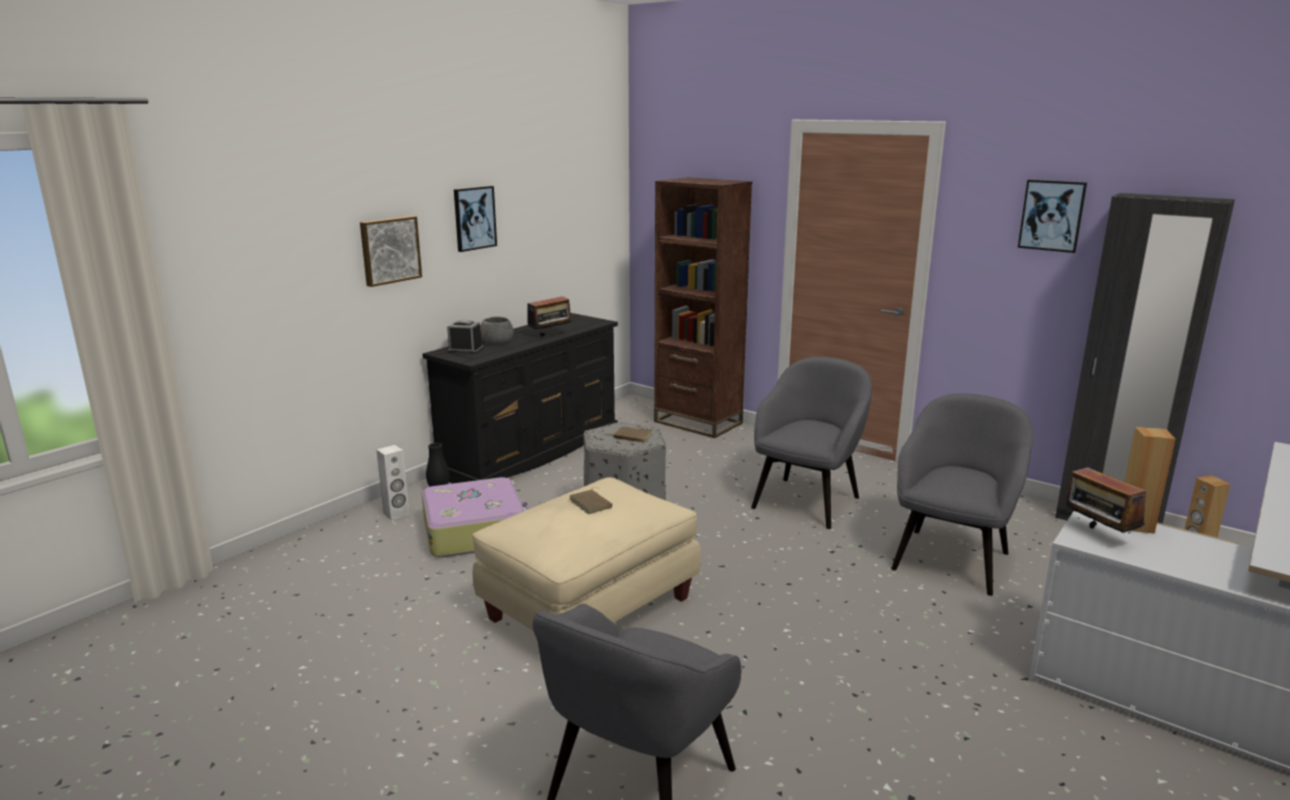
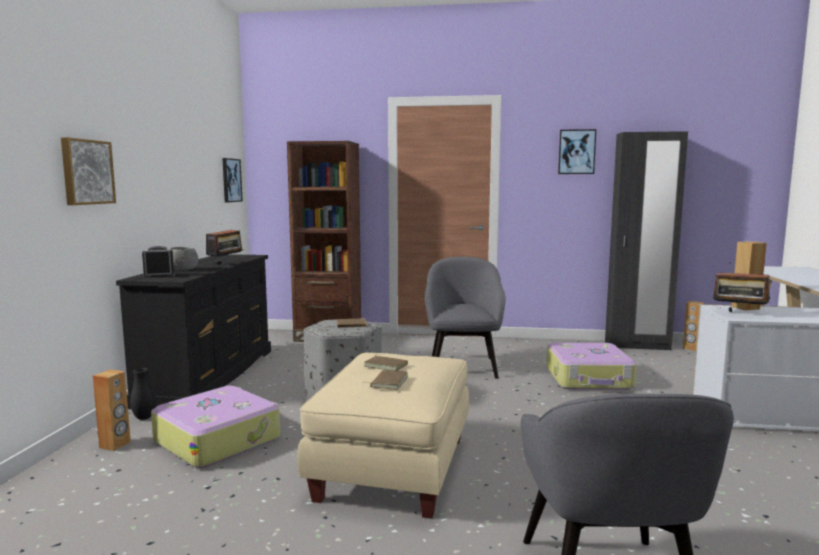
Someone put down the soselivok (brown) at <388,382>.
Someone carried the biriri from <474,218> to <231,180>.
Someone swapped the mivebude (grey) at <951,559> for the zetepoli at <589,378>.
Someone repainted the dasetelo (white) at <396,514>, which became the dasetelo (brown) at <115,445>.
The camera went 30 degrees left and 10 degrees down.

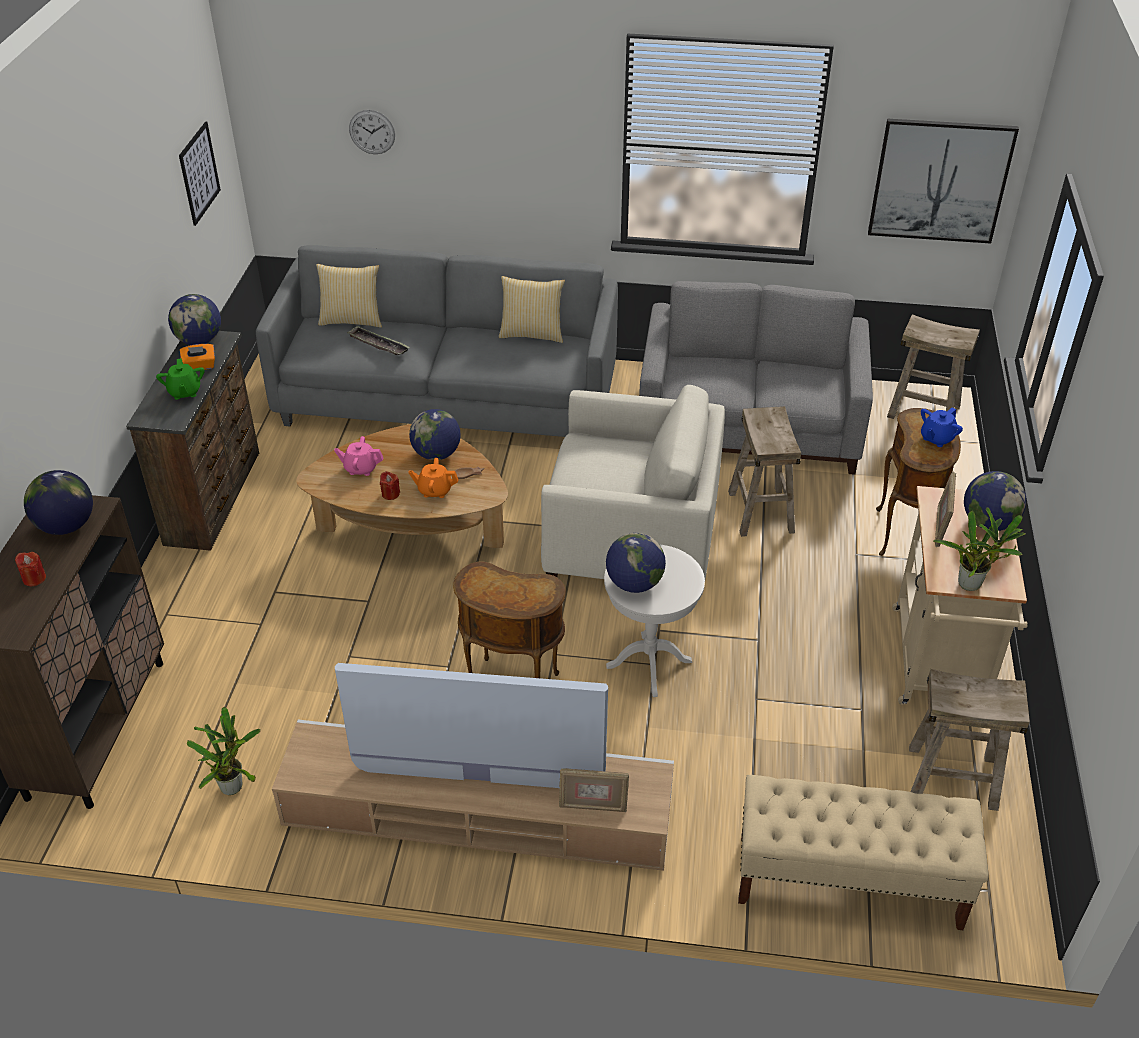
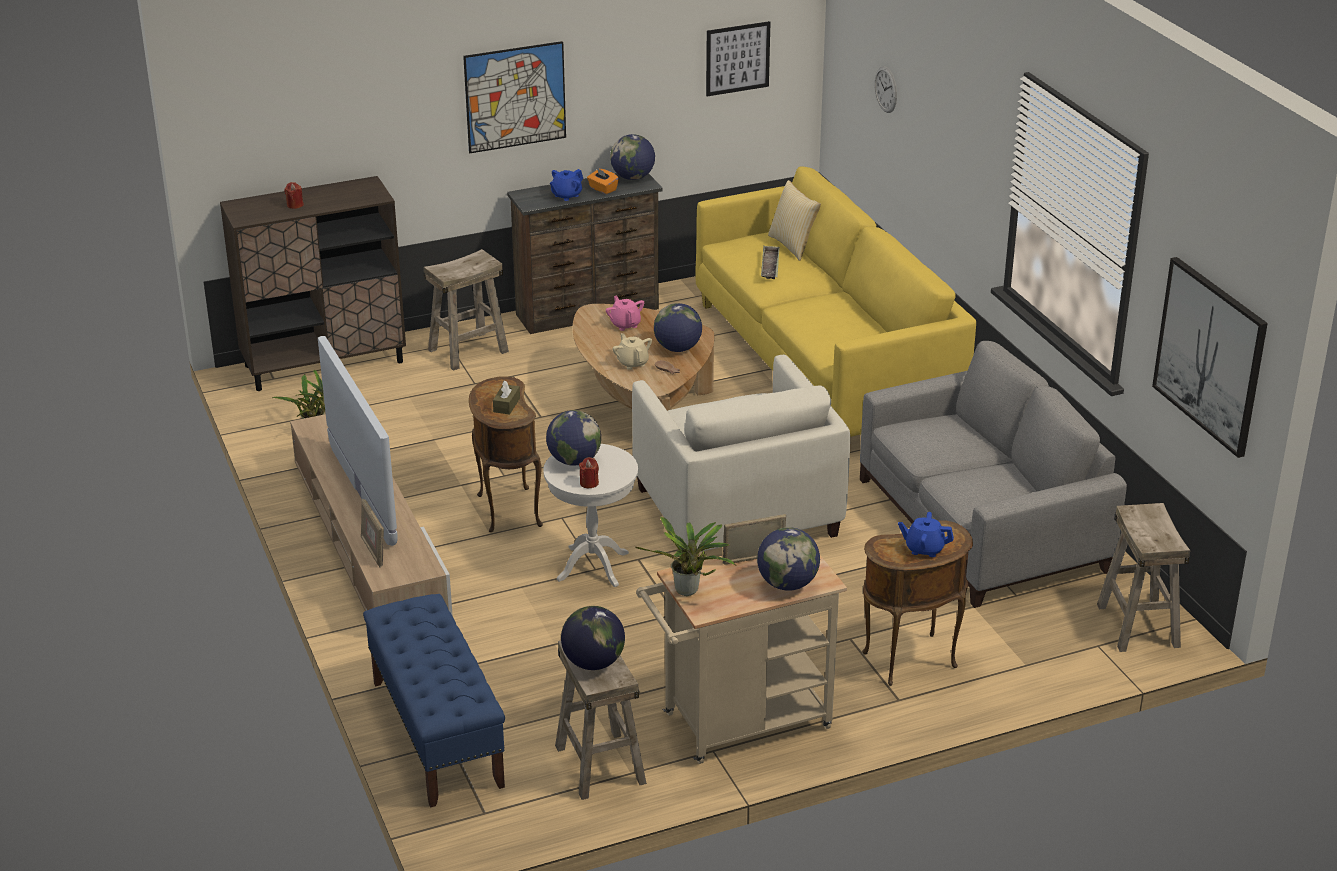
Someone took away the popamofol at <532,334>.
Someone put up the biriri at <515,97>.
Someone put down the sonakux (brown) at <506,405>.
Someone carried the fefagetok from <66,526> to <593,662>.
Someone carried the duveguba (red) from <390,494> to <589,483>.
Someone carried the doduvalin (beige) from <760,511> to <468,350>.
Someone repainted the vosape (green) at <184,392>, which became the vosape (blue) at <566,195>.
Someone repainted the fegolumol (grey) at <448,400>, which became the fegolumol (yellow) at <824,362>.
Someone repainted the vosape (orange) at <434,490>, which became the vosape (beige) at <632,363>.
Someone repainted the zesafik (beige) at <848,881>, which became the zesafik (blue) at <436,733>.
The camera went 60 degrees right and 10 degrees down.

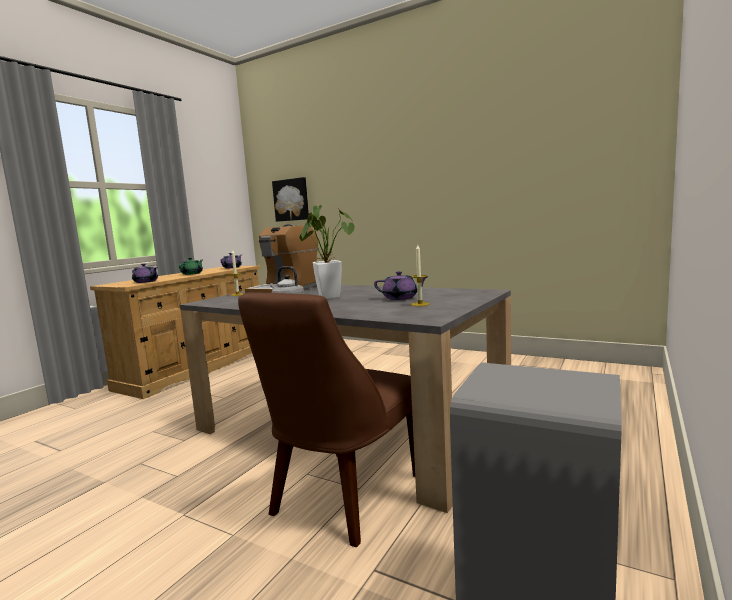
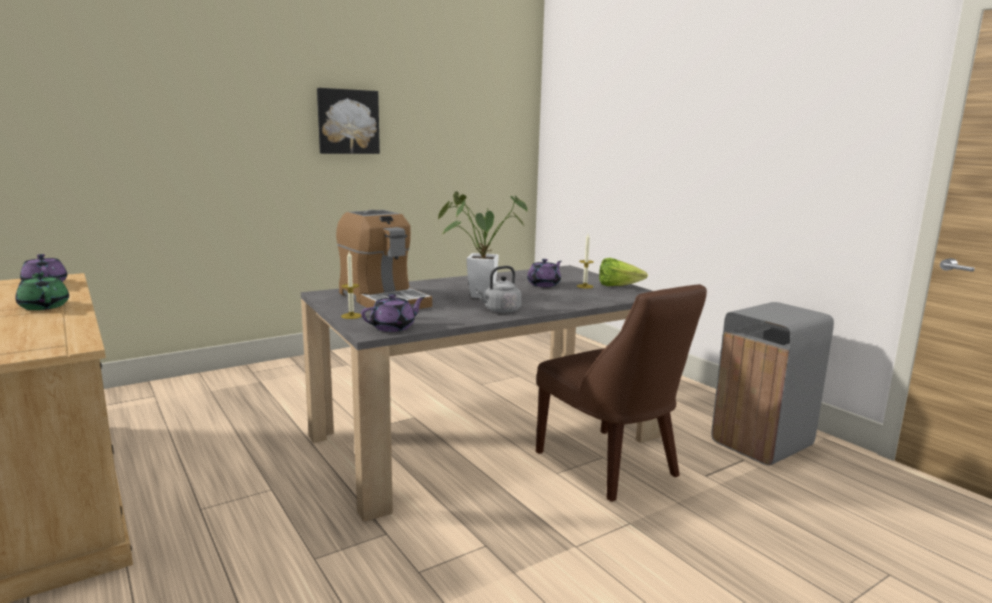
Someone put down the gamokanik at <618,286>.
Someone carried the vosape (purple) from <146,282> to <393,327>.
Someone carried the biriri from <291,200> to <348,121>.
The camera went 65 degrees left and 5 degrees up.

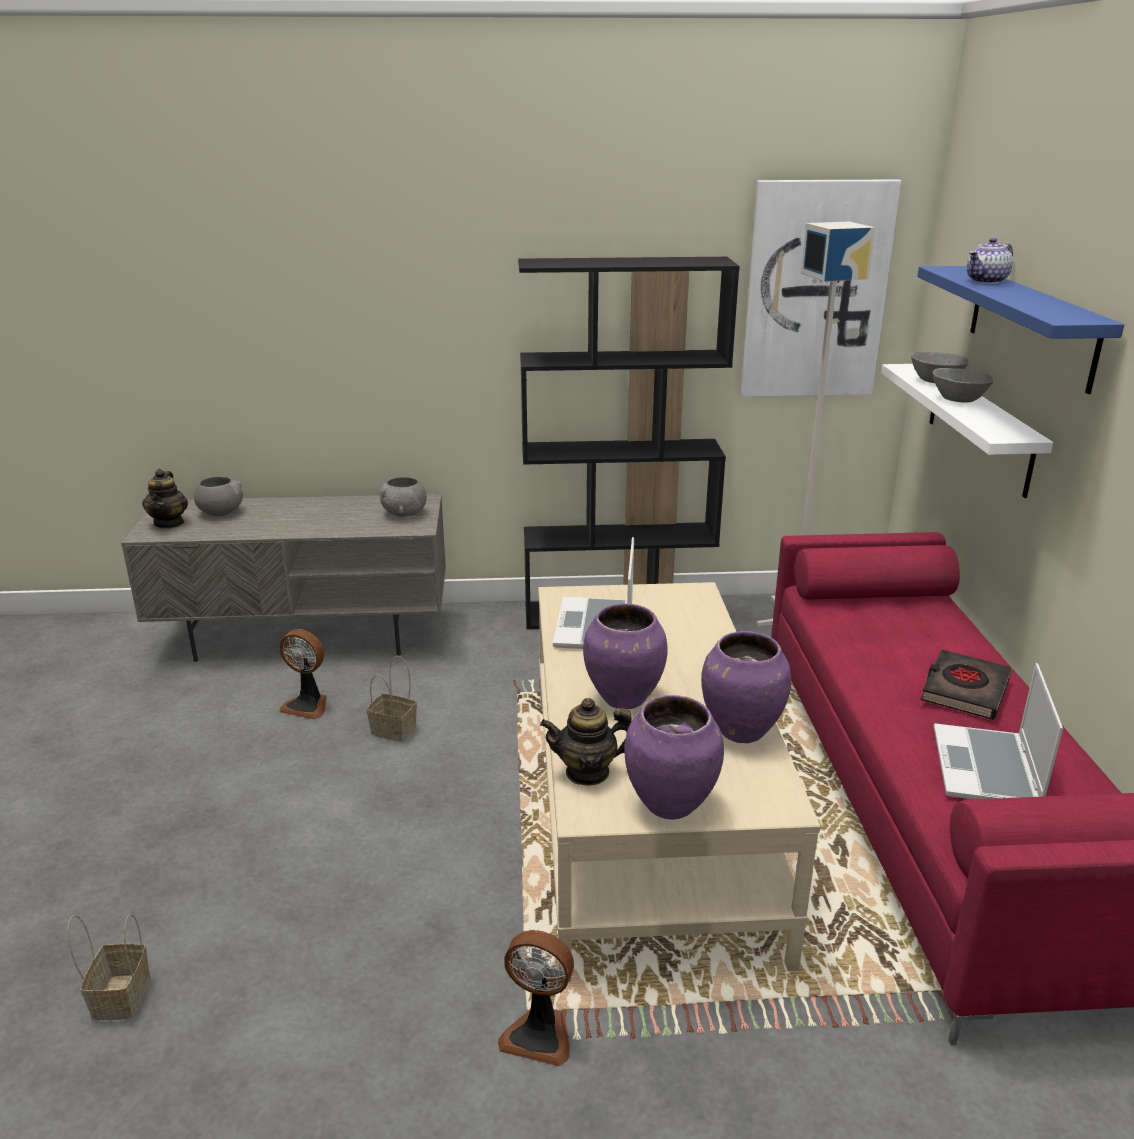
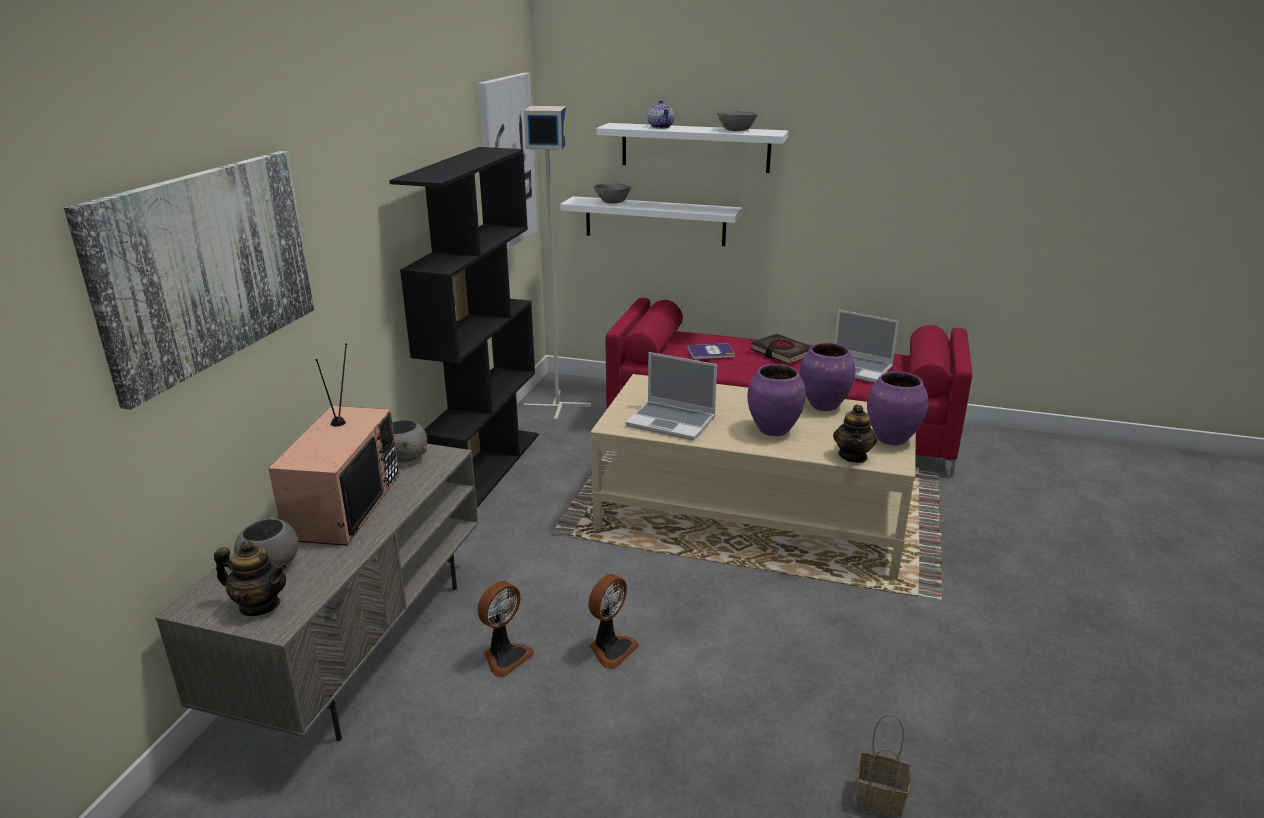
Someone took away the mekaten at <395,730>.
Someone put up the biriri at <207,267>.
Someone put down the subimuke at <342,504>.
Someone put down the soselivok at <711,352>.
Someone carried the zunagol from <539,1034> to <610,649>.
Someone carried the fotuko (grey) from <959,399> to <736,130>.
Someone repainted the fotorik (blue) at <1031,325>, which became the fotorik (white) at <695,147>.
The camera went 70 degrees left and 0 degrees up.

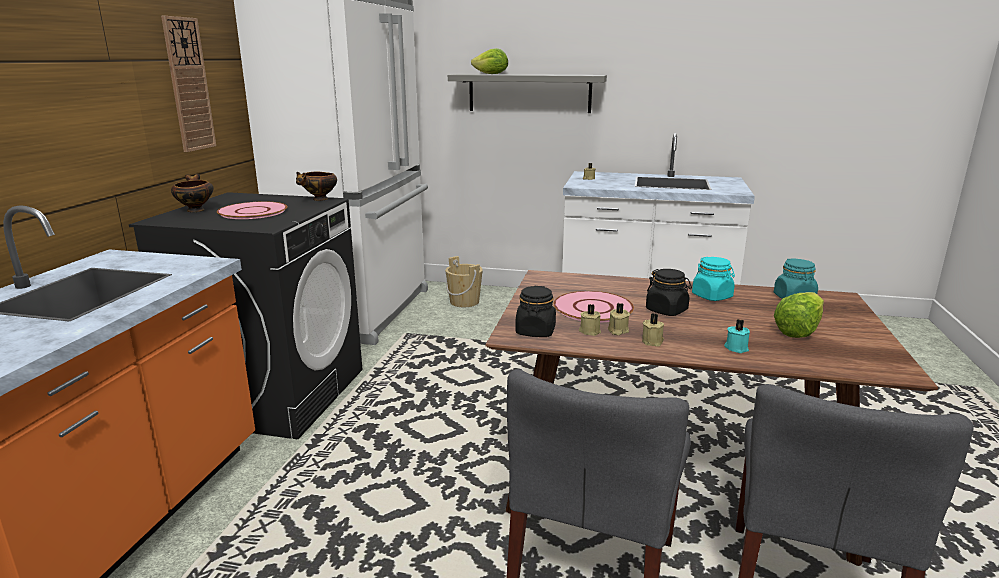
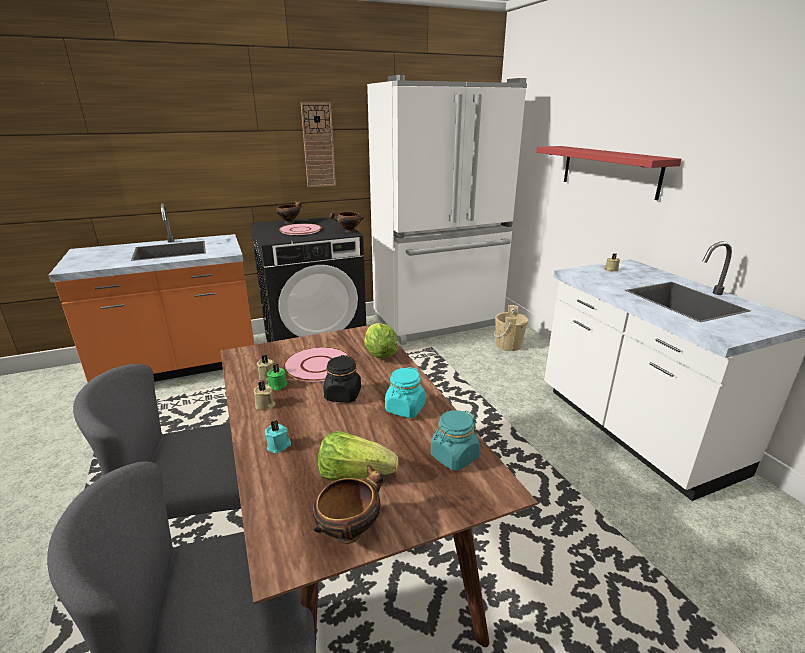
Someone took away the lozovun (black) at <535,331>.
Someone put down the fotuko at <350,530>.
Someone carried the gamokanik from <491,74> to <379,354>.
Someone repainted the fotorik (grey) at <529,93>, which became the fotorik (red) at <609,170>.
Someone repainted the duveguba (beige) at <617,331>, which became the duveguba (green) at <277,385>.
The camera went 55 degrees right and 5 degrees up.

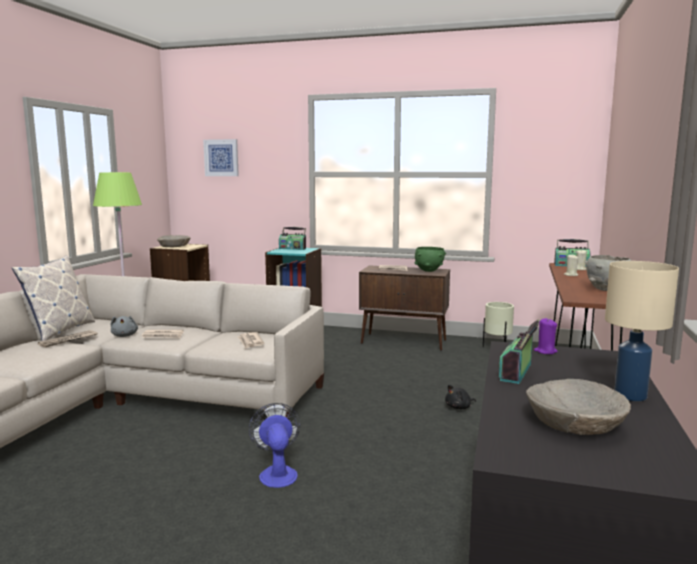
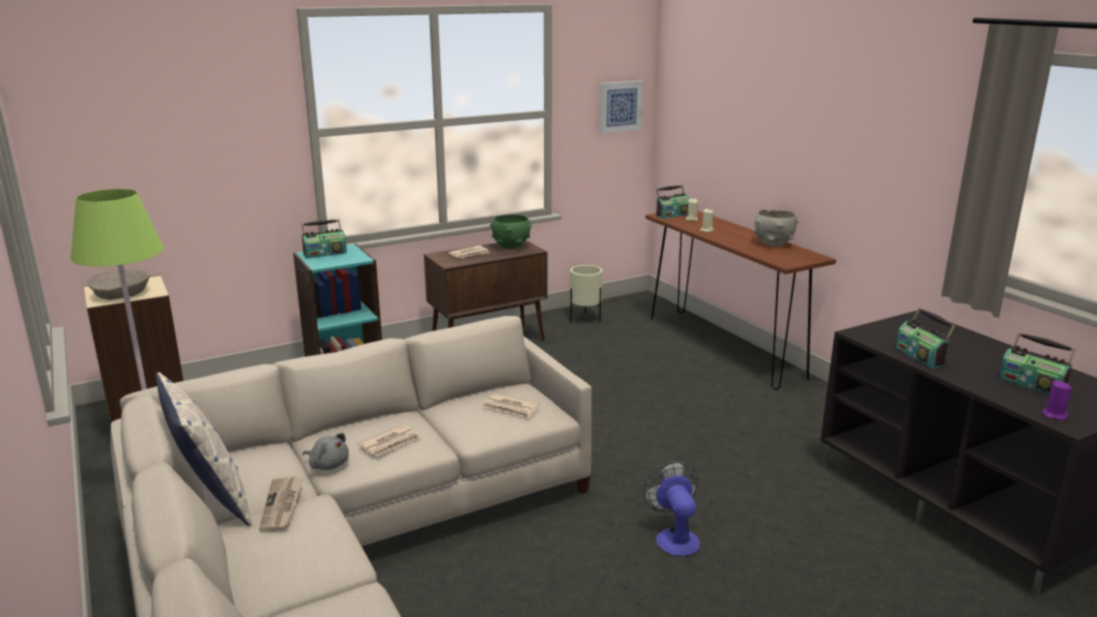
Someone took away the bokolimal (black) at <459,407>.
Someone took away the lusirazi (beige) at <631,396>.
Someone carried the biriri from <221,158> to <620,106>.
Someone carried the duveguba (purple) from <545,351> to <1054,415>.
Someone swapped the fotuko (beige) at <575,423> for the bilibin at <1032,384>.
Someone rotated the zunagol at <277,473> by 45 degrees clockwise.
The camera went 45 degrees left and 10 degrees up.

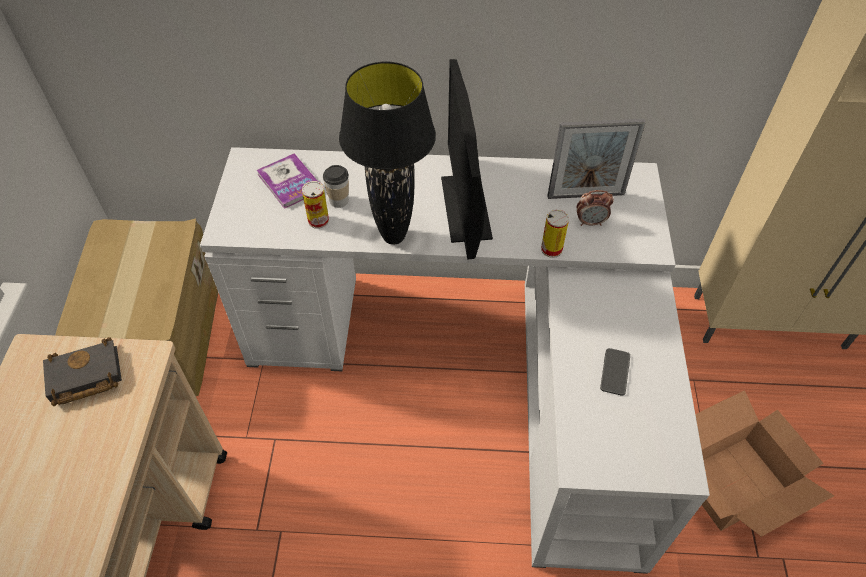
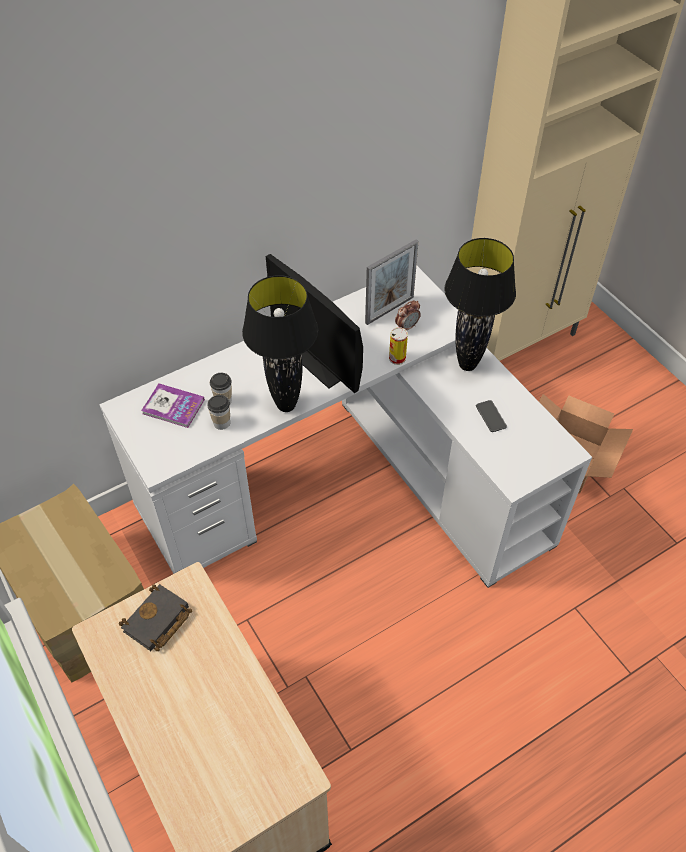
Someone put down the lusirazi (black) at <467,365>.
Someone swapped the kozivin at <318,220> for the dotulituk at <222,423>.
The camera went 35 degrees left and 0 degrees up.

